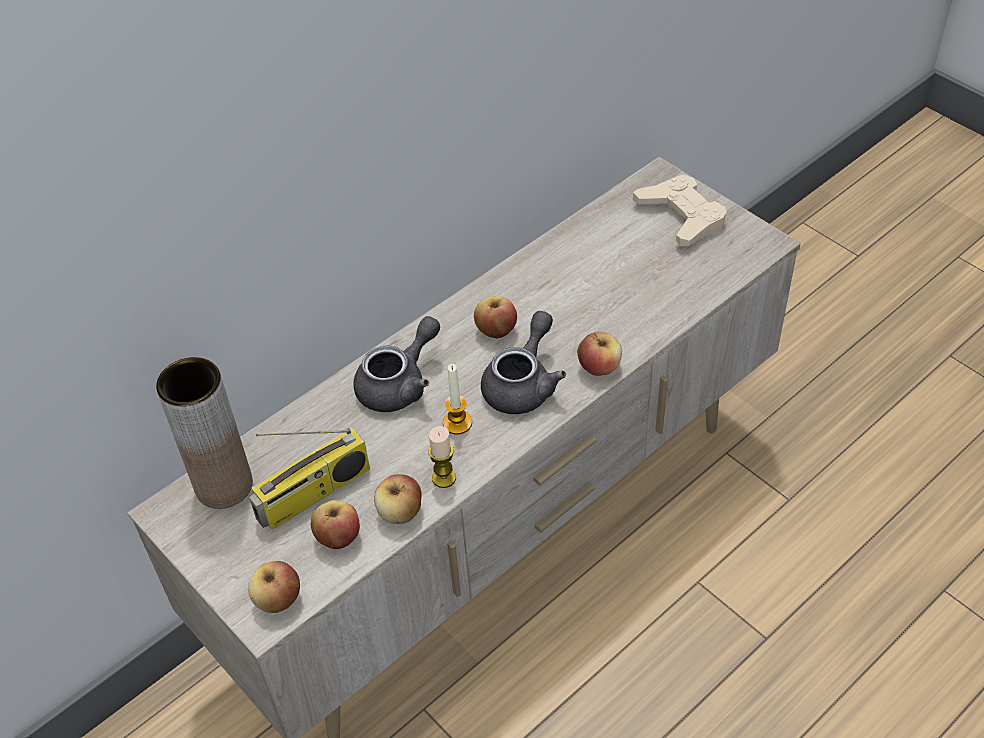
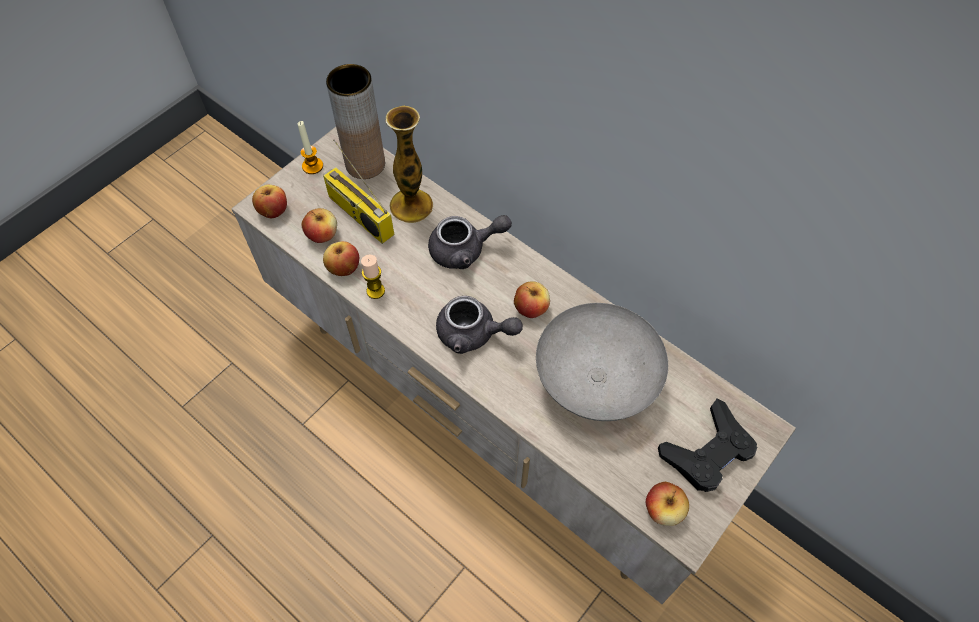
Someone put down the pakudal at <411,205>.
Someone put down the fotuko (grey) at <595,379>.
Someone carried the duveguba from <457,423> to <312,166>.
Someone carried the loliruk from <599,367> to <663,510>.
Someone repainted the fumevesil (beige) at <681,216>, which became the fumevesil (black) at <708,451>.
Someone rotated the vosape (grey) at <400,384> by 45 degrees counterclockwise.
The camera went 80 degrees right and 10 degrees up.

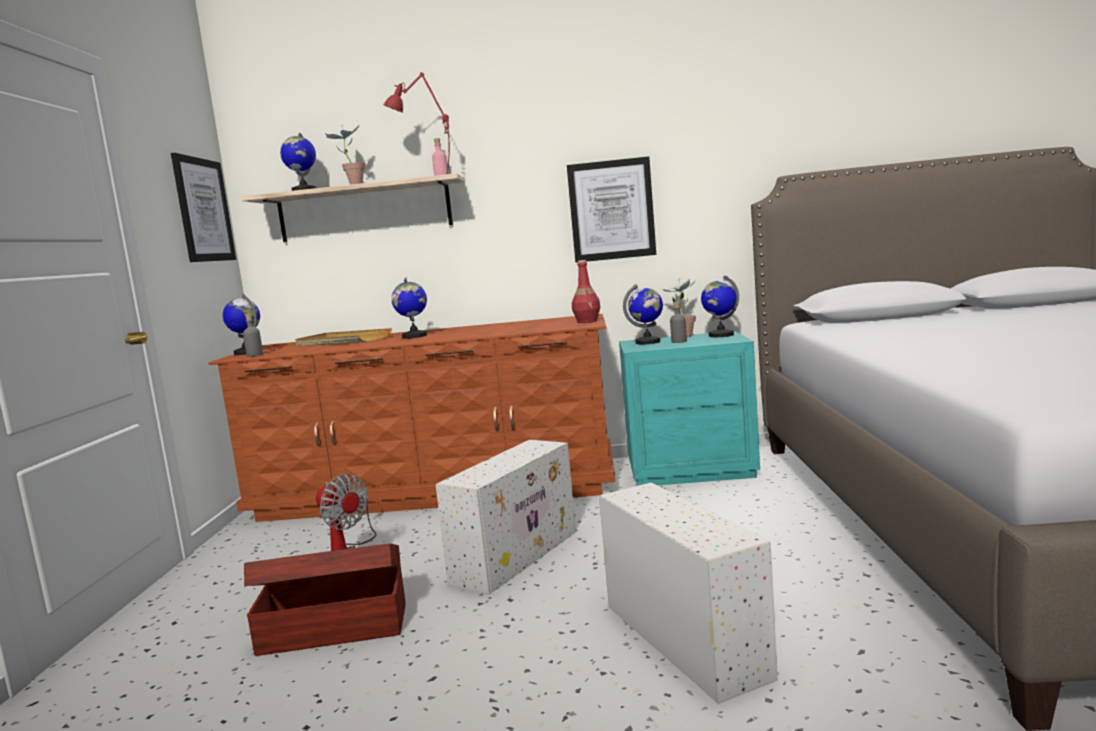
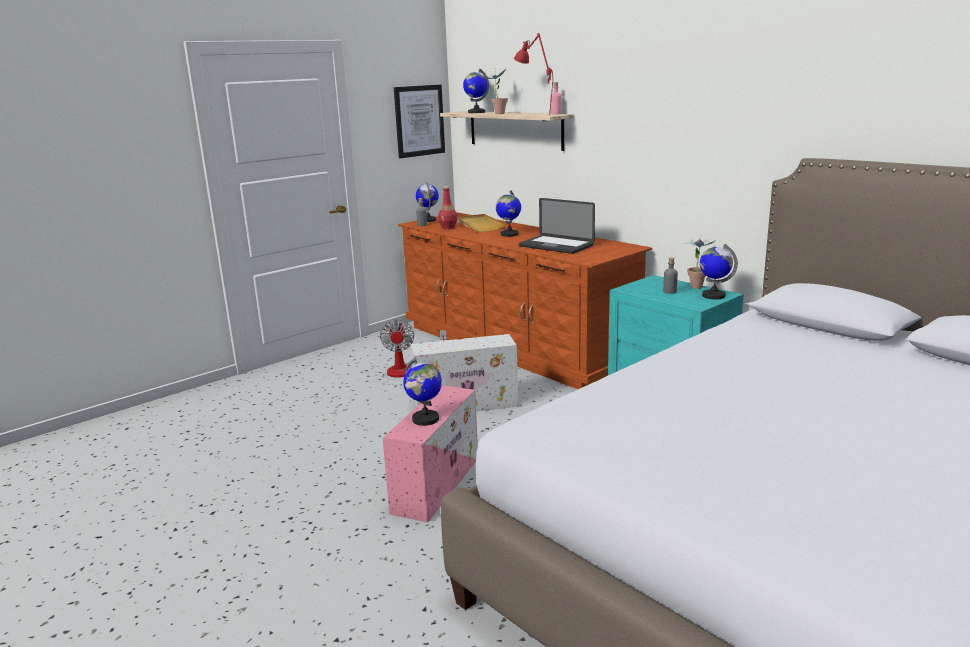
Someone took away the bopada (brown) at <333,628>.
Someone took away the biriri at <611,210>.
Someone put down the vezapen at <556,246>.
Someone carried the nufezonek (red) from <587,321> to <448,227>.
Someone carried the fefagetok from <648,342> to <425,419>.
Someone repainted the bopada (white) at <682,638>, which became the bopada (pink) at <437,483>.
The camera went 45 degrees right and 10 degrees up.

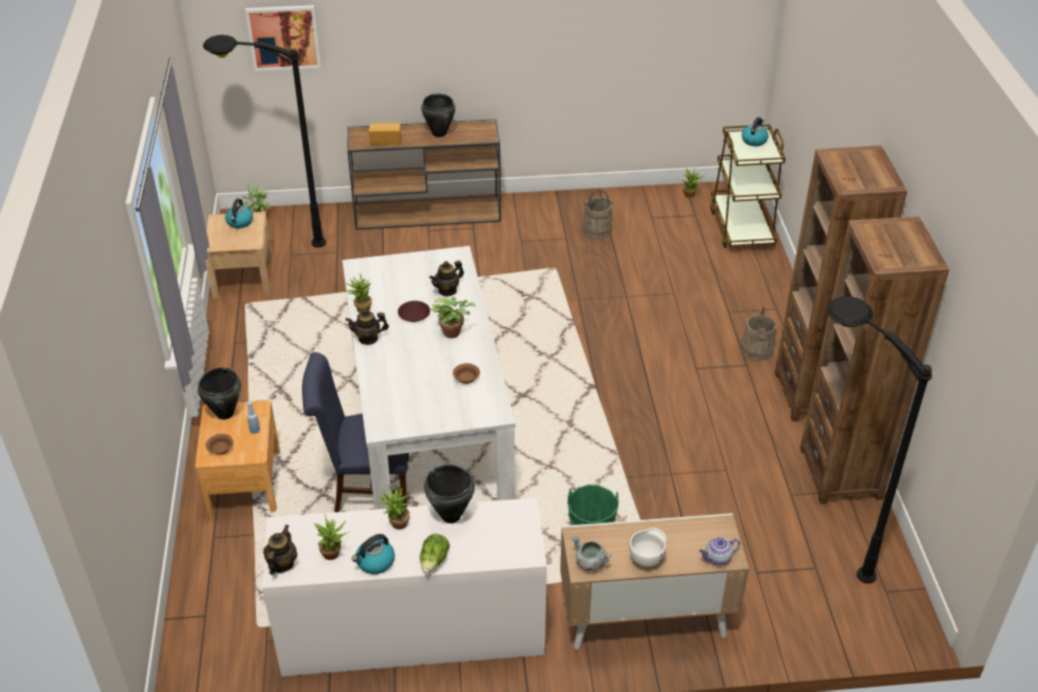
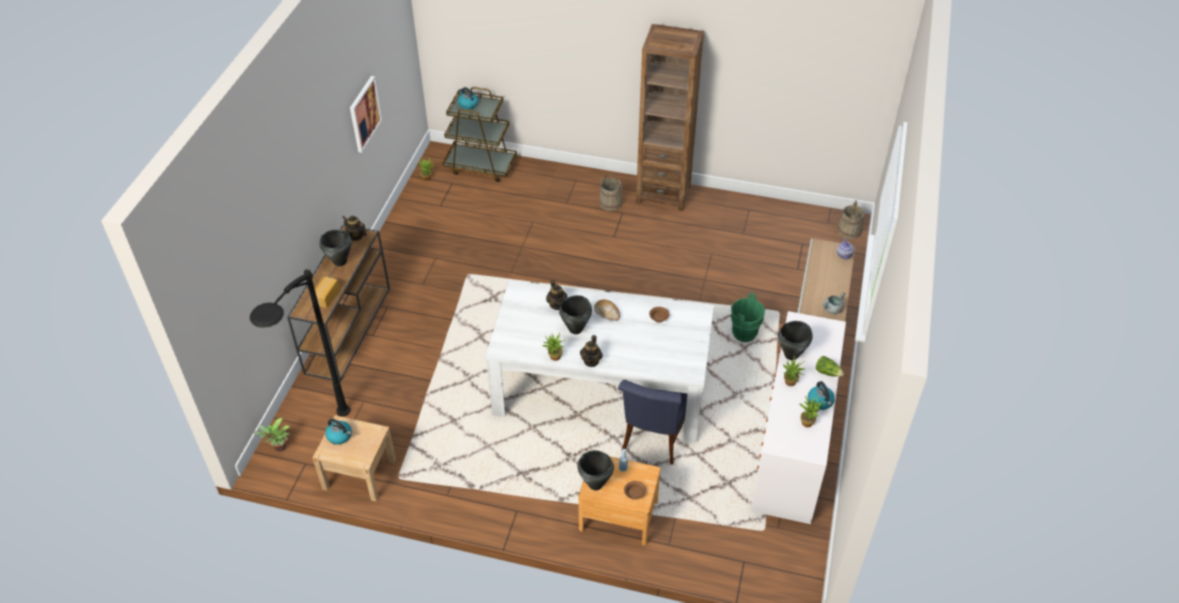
Someone took away the fotuko (white) at <647,559>.
Someone took away the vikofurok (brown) at <841,473>.
Someone took away the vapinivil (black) at <819,538>.
Someone carried the biriri from <284,37> to <364,113>.
Someone carried the vosape from <281,564> to <356,236>.
Someone carried the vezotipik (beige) from <597,229> to <849,230>.
Someone swapped the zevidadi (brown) at <414,314> for the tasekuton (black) at <575,329>.
Someone swapped the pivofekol at <454,332> for the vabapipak at <607,312>.
The camera went 70 degrees left and 5 degrees up.

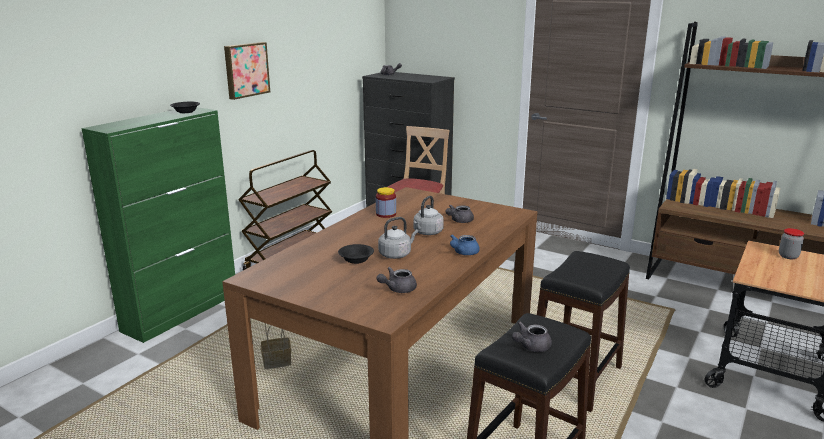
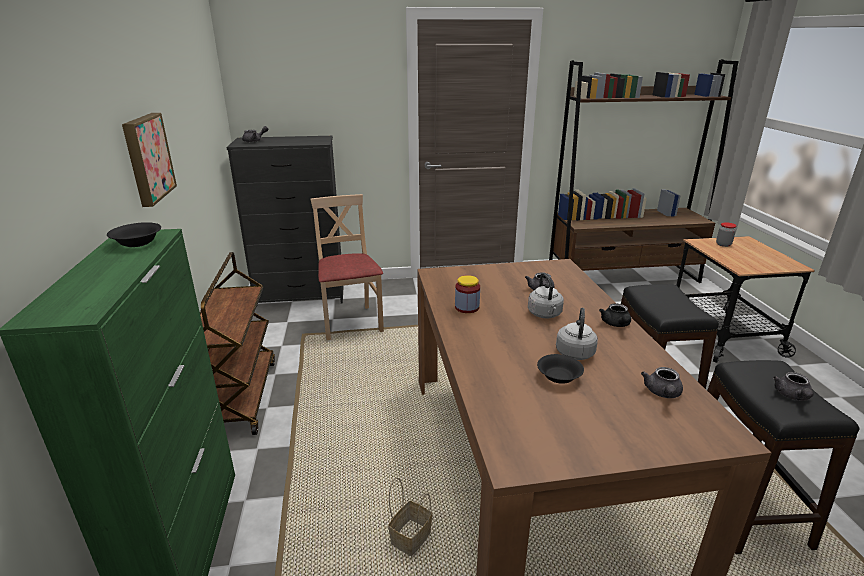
Someone repainted the vosape (blue) at <463,253>, which became the vosape (black) at <616,324>.
The camera went 40 degrees left and 5 degrees up.

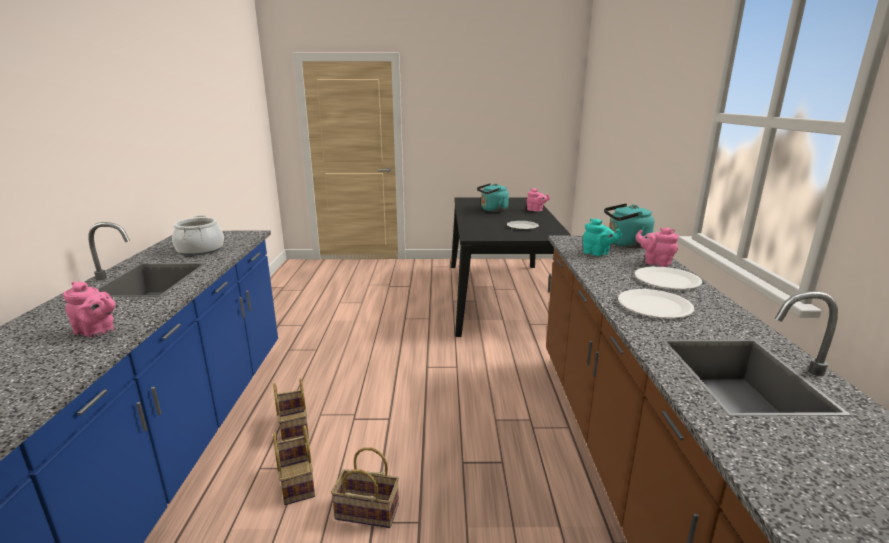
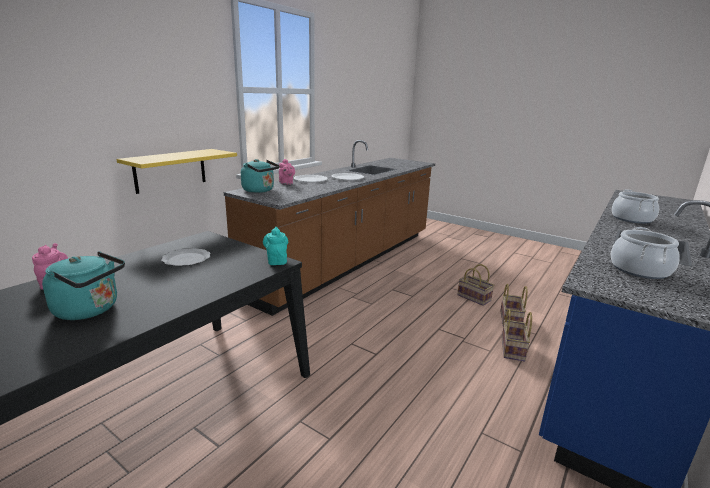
Someone put up the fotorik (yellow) at <170,170>.
Someone carried the vosape (turquoise) from <597,254> to <276,260>.
Someone swapped the vosape (pink) at <97,331> for the tasekuton at <632,219>.
The camera went 145 degrees left and 0 degrees up.

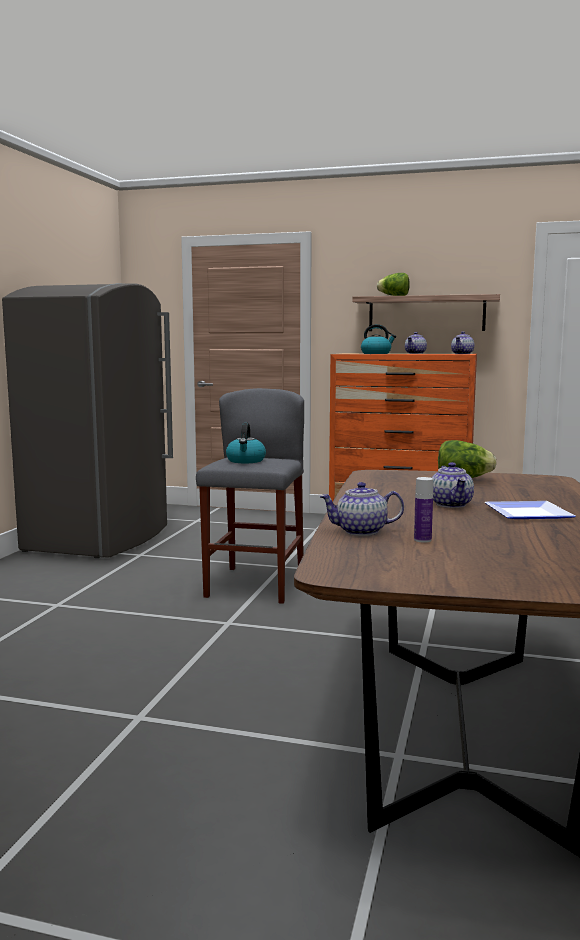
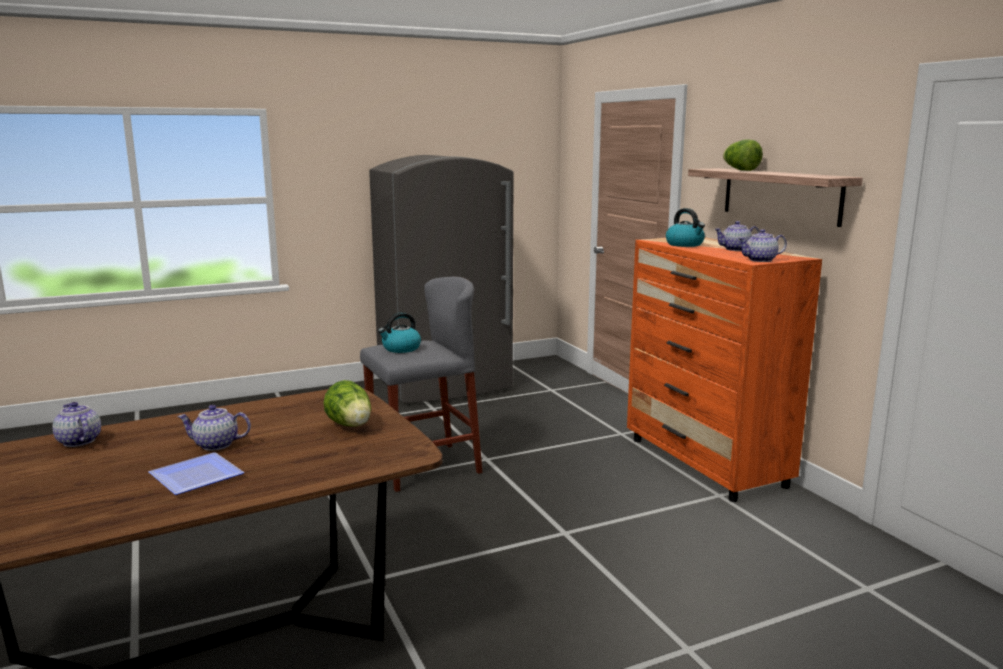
Someone took away the nufezonek at <422,540>.
Someone rotated the vosape at <451,504> by 45 degrees clockwise.
The camera went 50 degrees right and 5 degrees up.

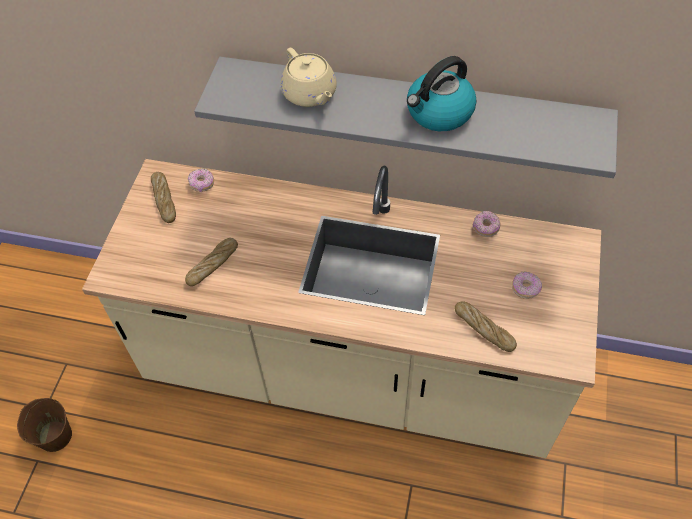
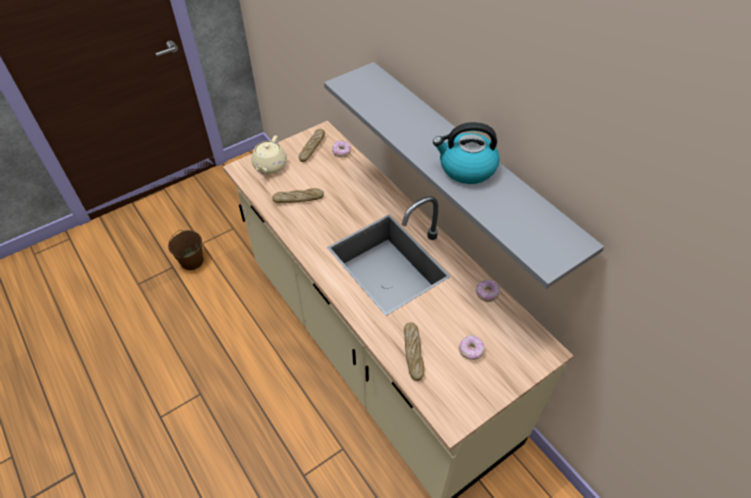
Someone carried the vosape (beige) from <310,94> to <270,166>.
The camera went 40 degrees right and 5 degrees down.

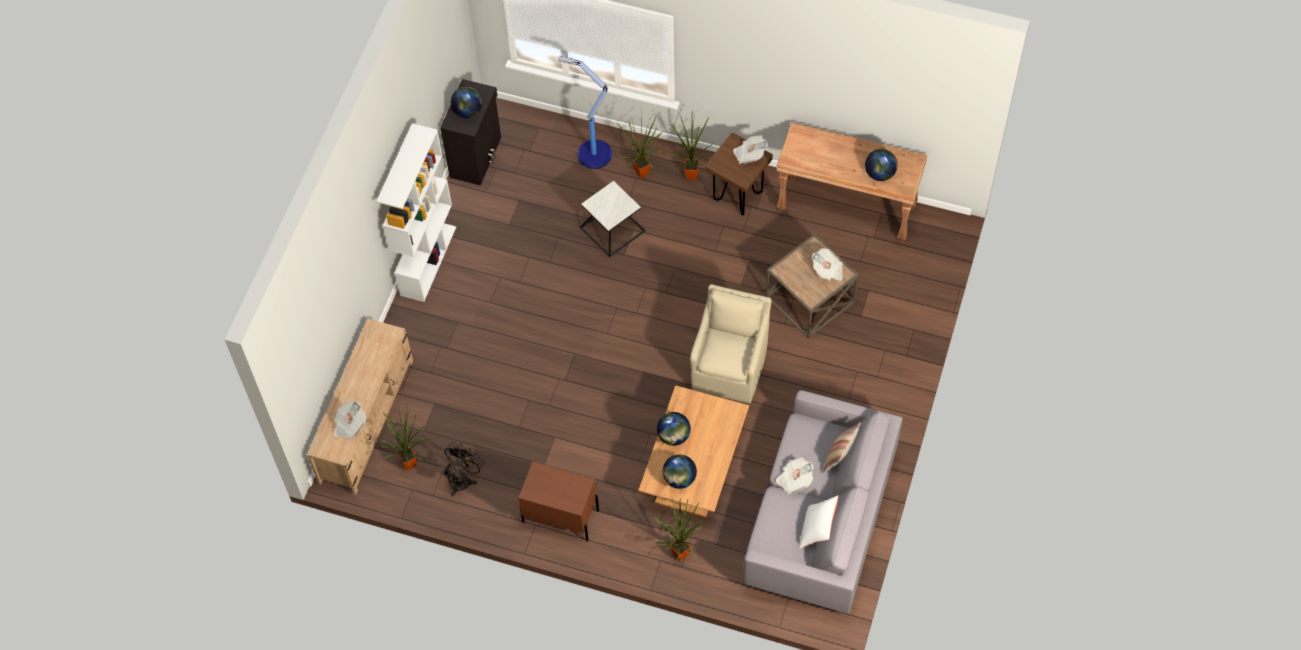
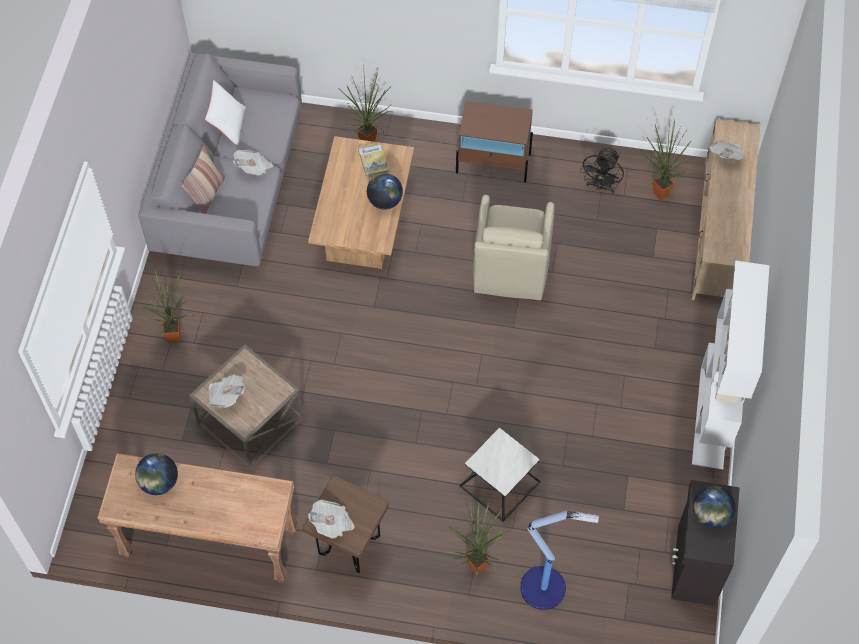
Someone carried the pivofekol from <689,175> to <177,337>.
Someone carried the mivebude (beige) from <730,367> to <510,271>.
Someone swapped the fefagetok at <679,479> for the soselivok at <373,161>.
The camera went 170 degrees right and 0 degrees up.

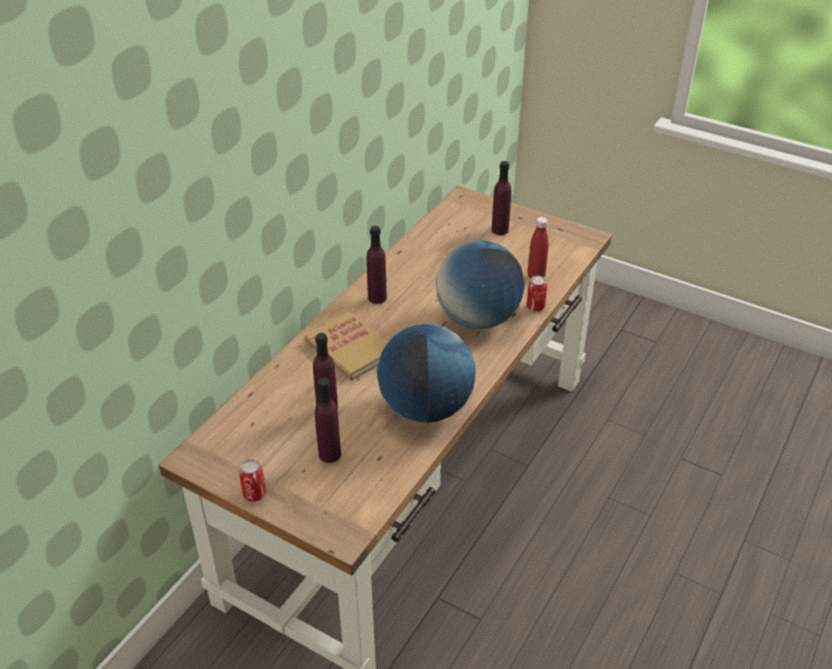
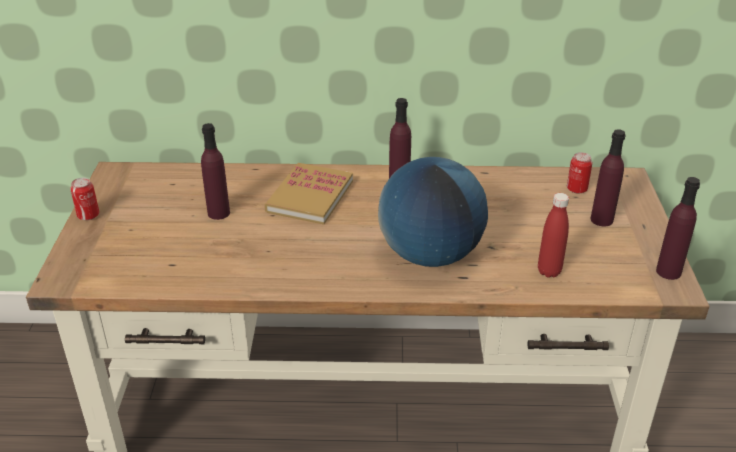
Someone took away the fefagetok at <426,408>.
Someone carried the nufezonek (purple) from <329,454> to <668,271>.
Someone carried the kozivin from <535,307> to <576,189>.
The camera went 60 degrees right and 5 degrees down.

